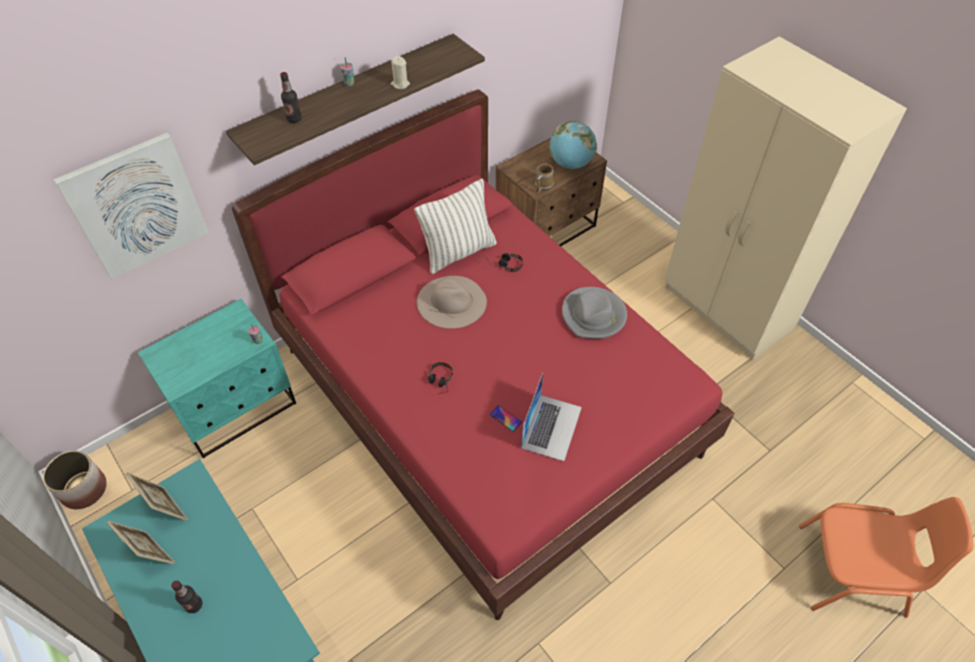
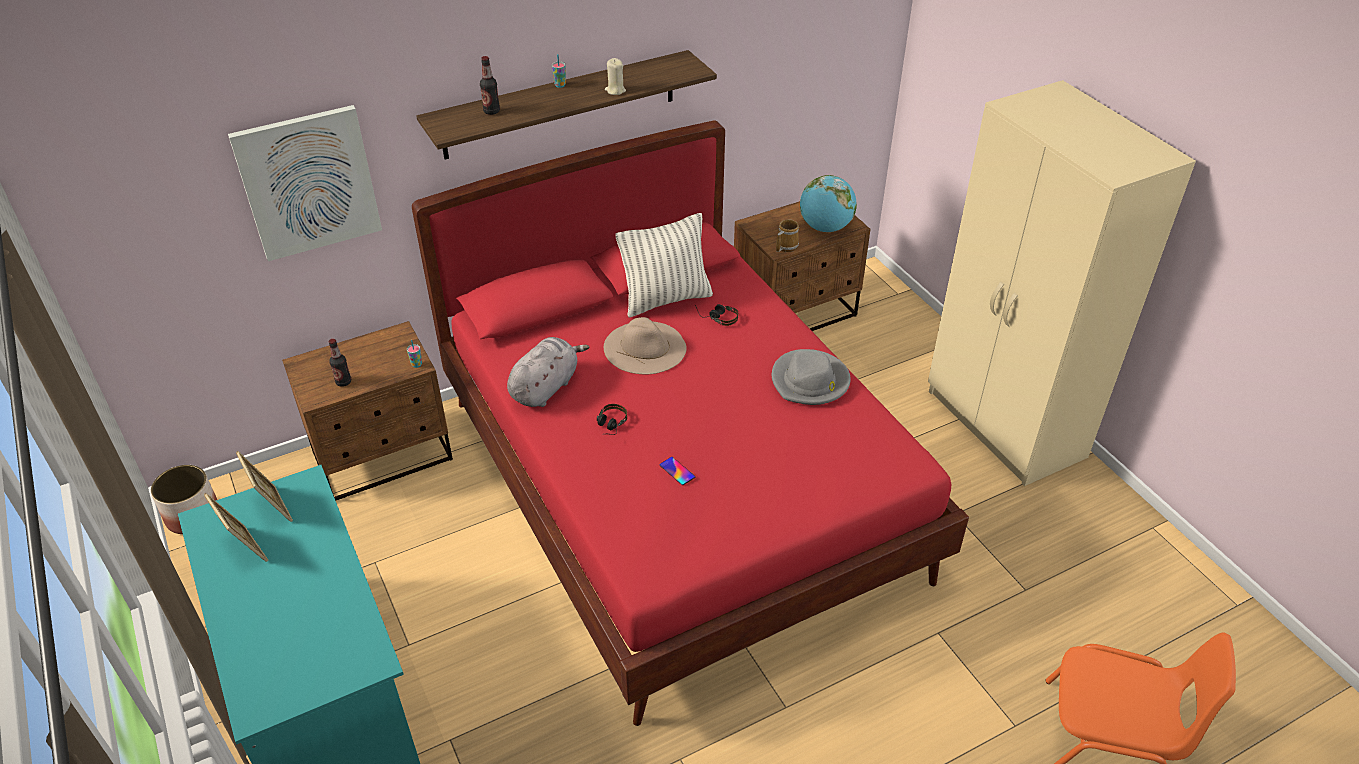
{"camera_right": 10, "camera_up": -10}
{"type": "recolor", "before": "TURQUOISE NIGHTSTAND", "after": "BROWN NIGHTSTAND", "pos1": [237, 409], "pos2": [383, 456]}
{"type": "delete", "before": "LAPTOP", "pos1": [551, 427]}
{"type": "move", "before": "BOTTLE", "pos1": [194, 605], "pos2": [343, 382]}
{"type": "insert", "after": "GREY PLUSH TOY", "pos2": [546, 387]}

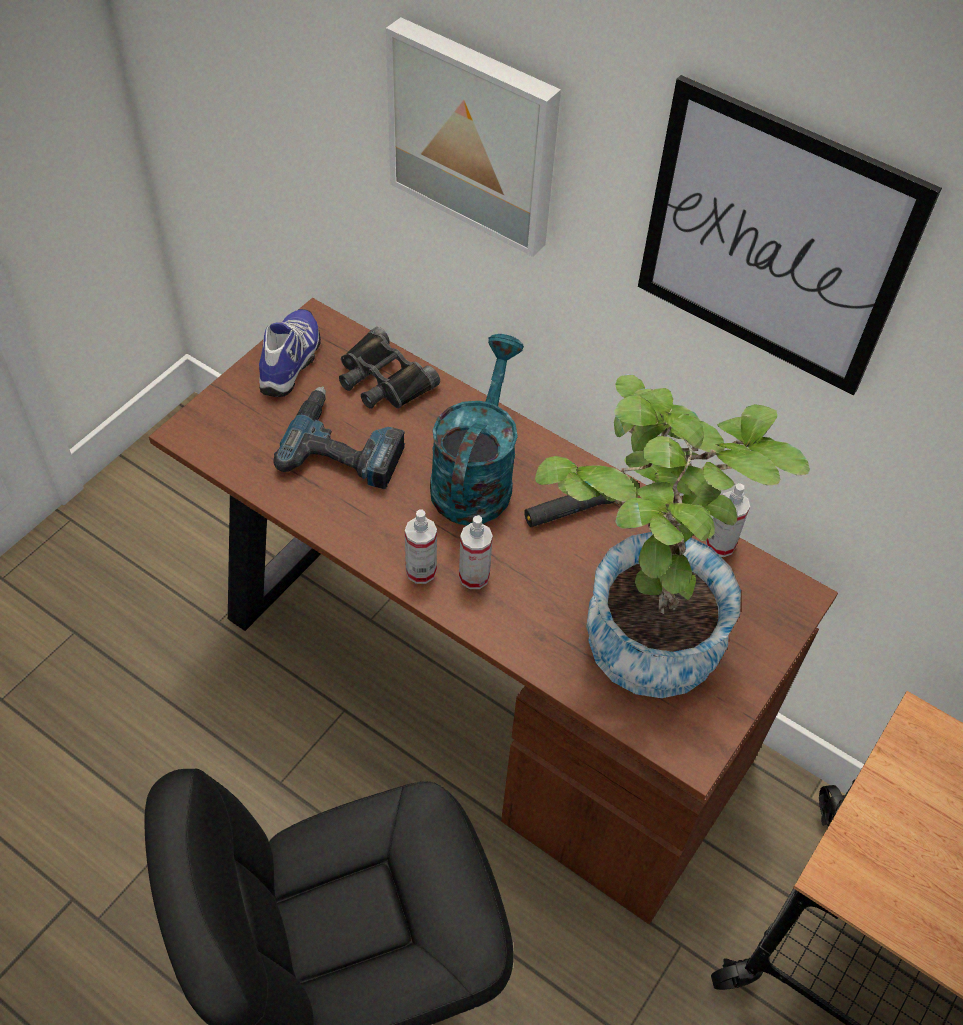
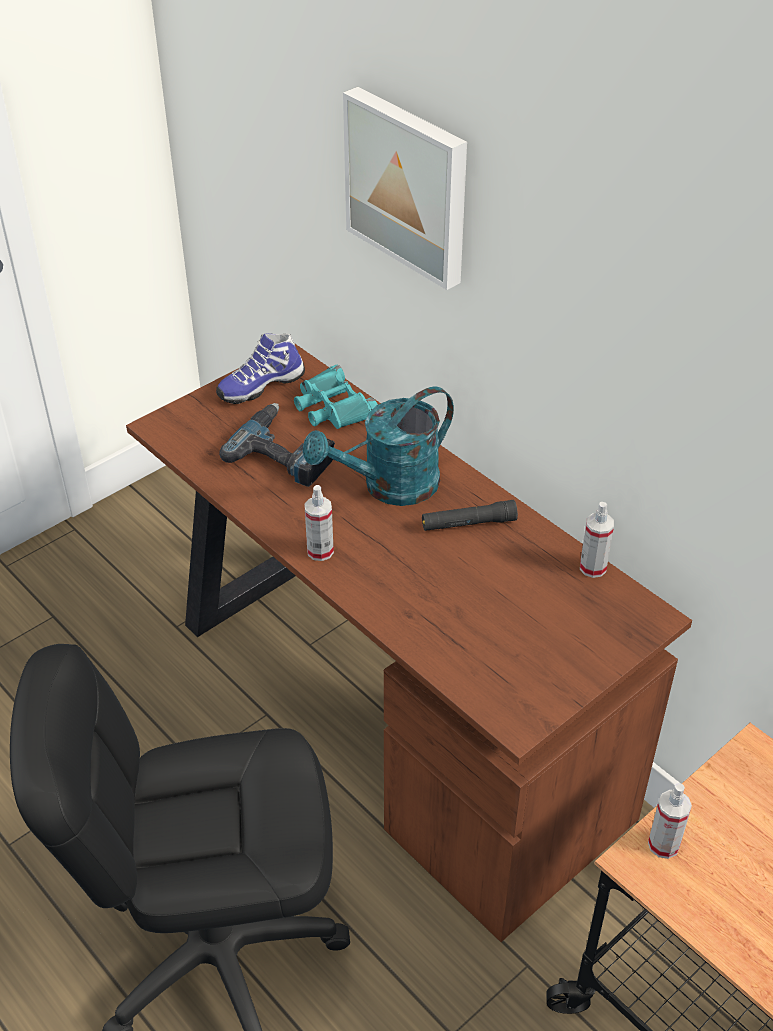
{"camera_right": 15, "camera_up": -10}
{"type": "delete", "before": "PICTURE", "pos1": [773, 240]}
{"type": "rotate", "before": "SHOE", "pos1": [292, 362], "pos2": [260, 385], "turn": -150}
{"type": "recolor", "before": "BLACK BINOCULARS", "after": "TURQUOISE BINOCULARS", "pos1": [383, 379], "pos2": [332, 407]}
{"type": "rotate", "before": "TURQUOISE WATERING CAN", "pos1": [475, 476], "pos2": [389, 487], "turn": -150}
{"type": "delete", "before": "POTTED PLANT", "pos1": [639, 624]}
{"type": "move", "before": "SPRAY BOTTLE", "pos1": [474, 576], "pos2": [663, 845]}

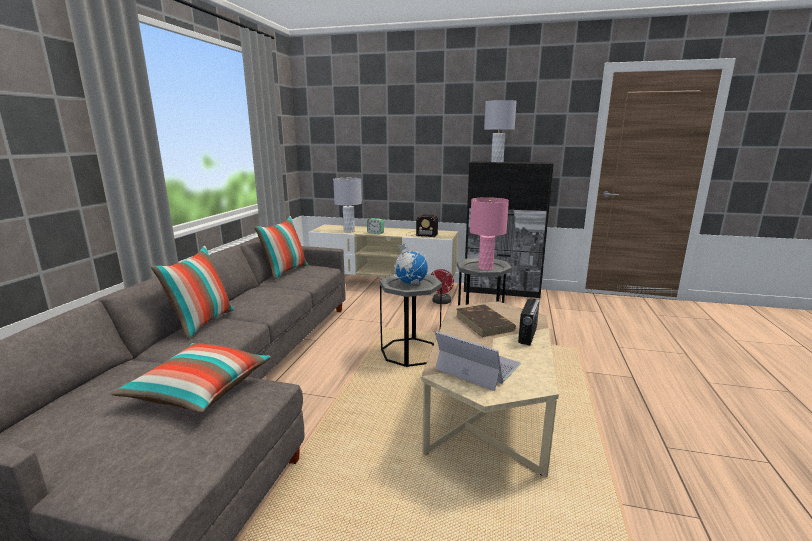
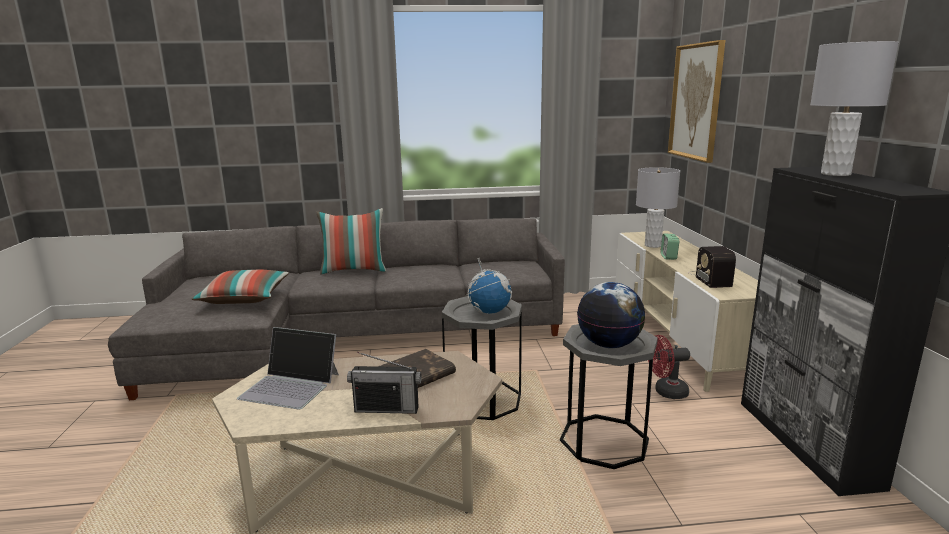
{"camera_right": 70, "camera_up": 0}
{"type": "replace", "before": "PINK TABLE LAMP", "after": "GLOBE", "pos1": [485, 268], "pos2": [609, 345]}
{"type": "delete", "before": "PILLOW", "pos1": [285, 271]}
{"type": "rotate", "before": "LAPTOP", "pos1": [477, 367], "pos2": [291, 386], "turn": 90}
{"type": "insert", "after": "PICTURE", "pos2": [696, 101]}

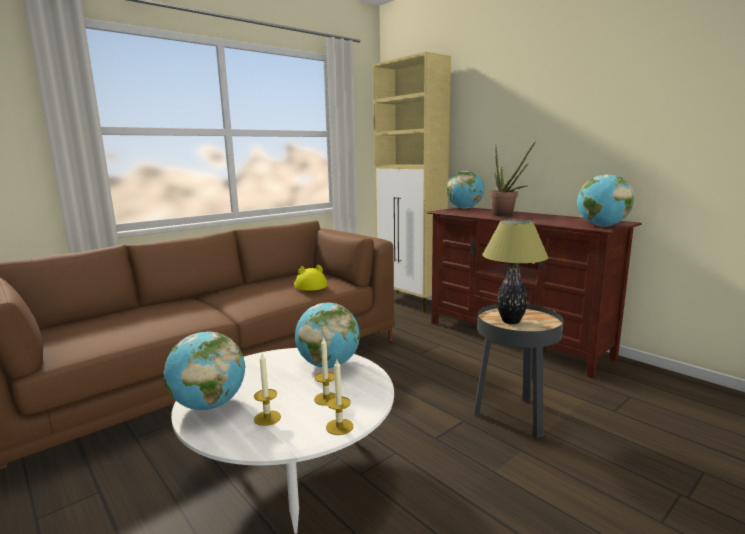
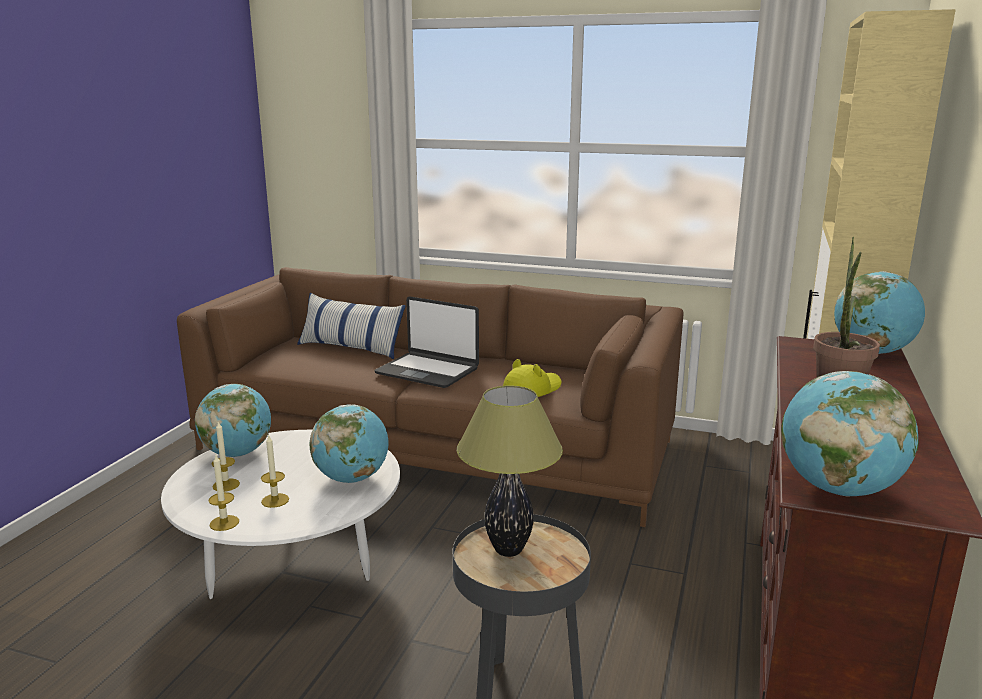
{"camera_right": 60, "camera_up": 5}
{"type": "insert", "after": "PILLOW", "pos2": [351, 348]}
{"type": "insert", "after": "LAPTOP", "pos2": [428, 371]}

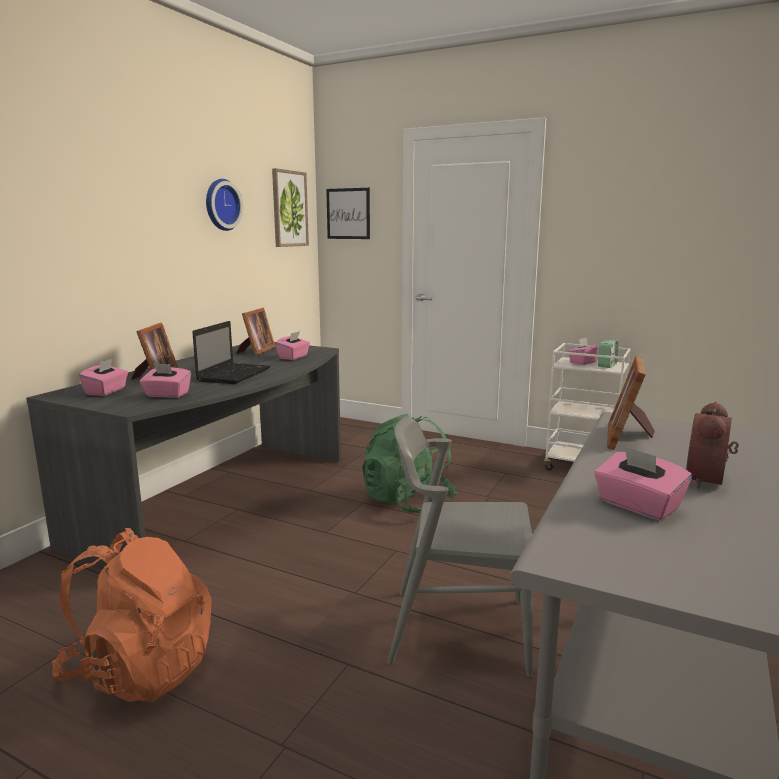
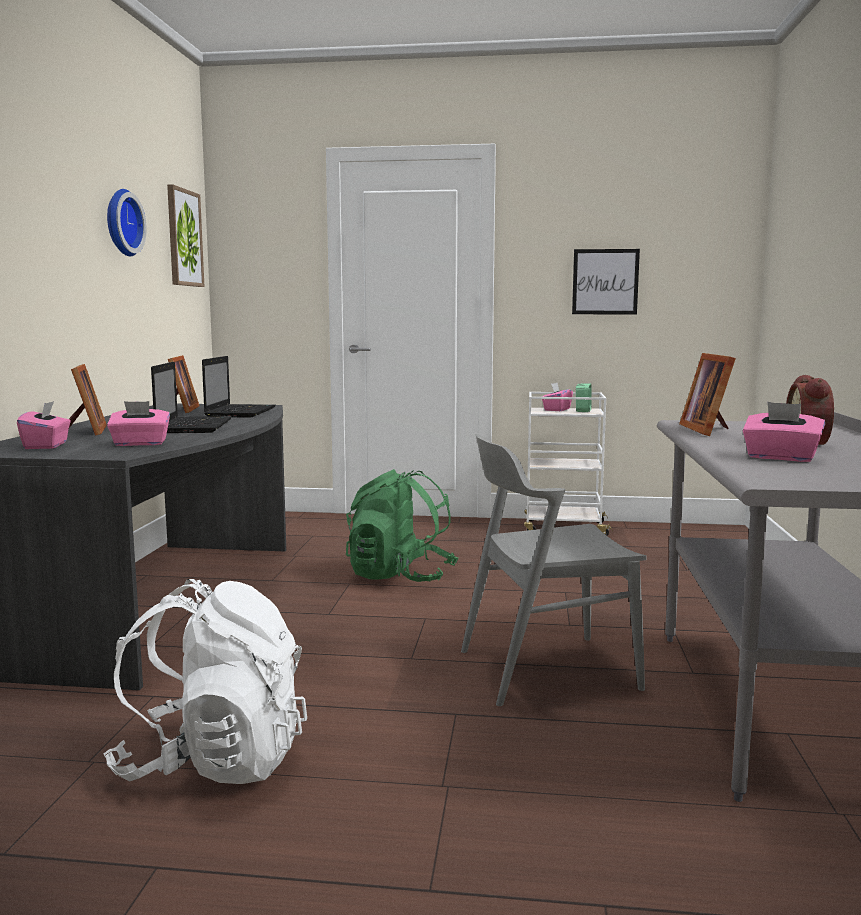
{"camera_right": -20, "camera_up": -5}
{"type": "move", "before": "PICTURE", "pos1": [348, 213], "pos2": [605, 282]}
{"type": "replace", "before": "PINK TISSUE BOX", "after": "LAPTOP", "pos1": [293, 357], "pos2": [240, 412]}
{"type": "recolor", "before": "ORANGE BACKPACK", "after": "WHITE BACKPACK", "pos1": [140, 669], "pos2": [213, 762]}

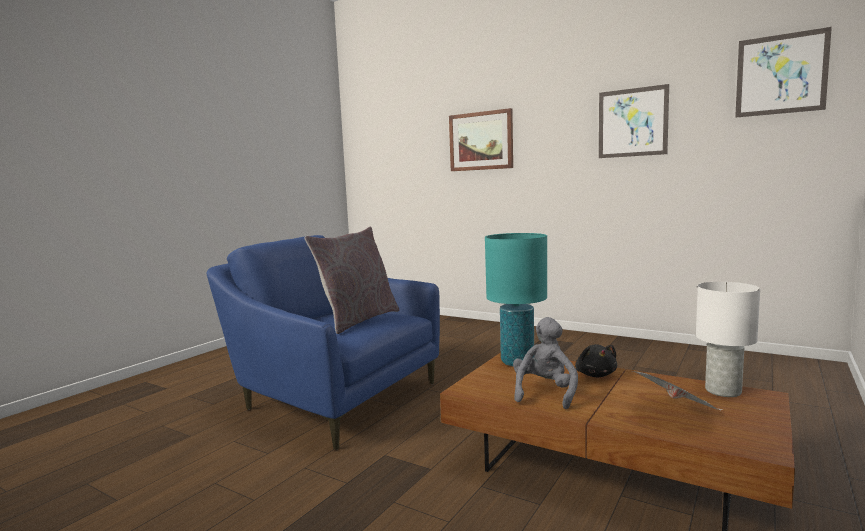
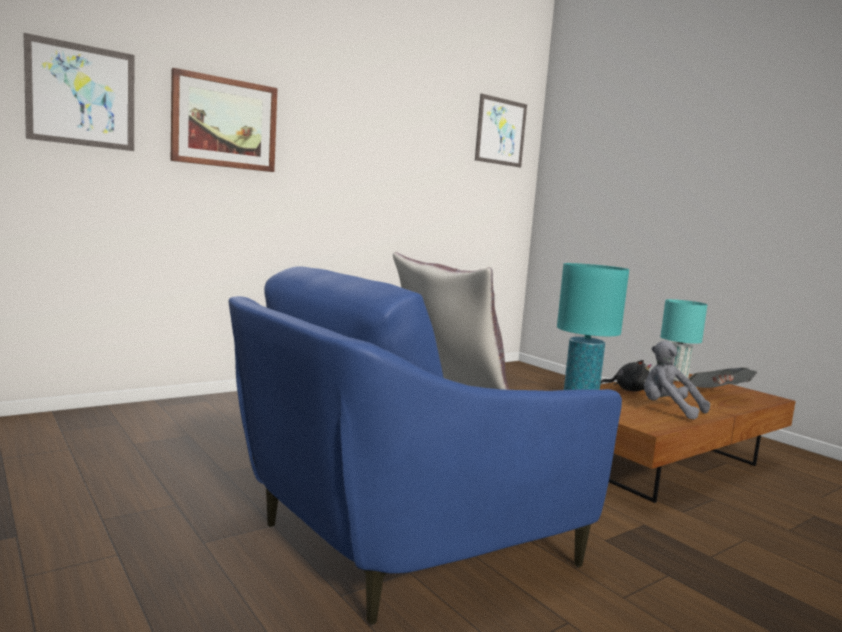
{"camera_right": -70, "camera_up": 0}
{"type": "move", "before": "PICTURE", "pos1": [632, 122], "pos2": [81, 95]}
{"type": "recolor", "before": "WHITE TABLE LAMP", "after": "TURQUOISE TABLE LAMP", "pos1": [722, 390], "pos2": [674, 378]}

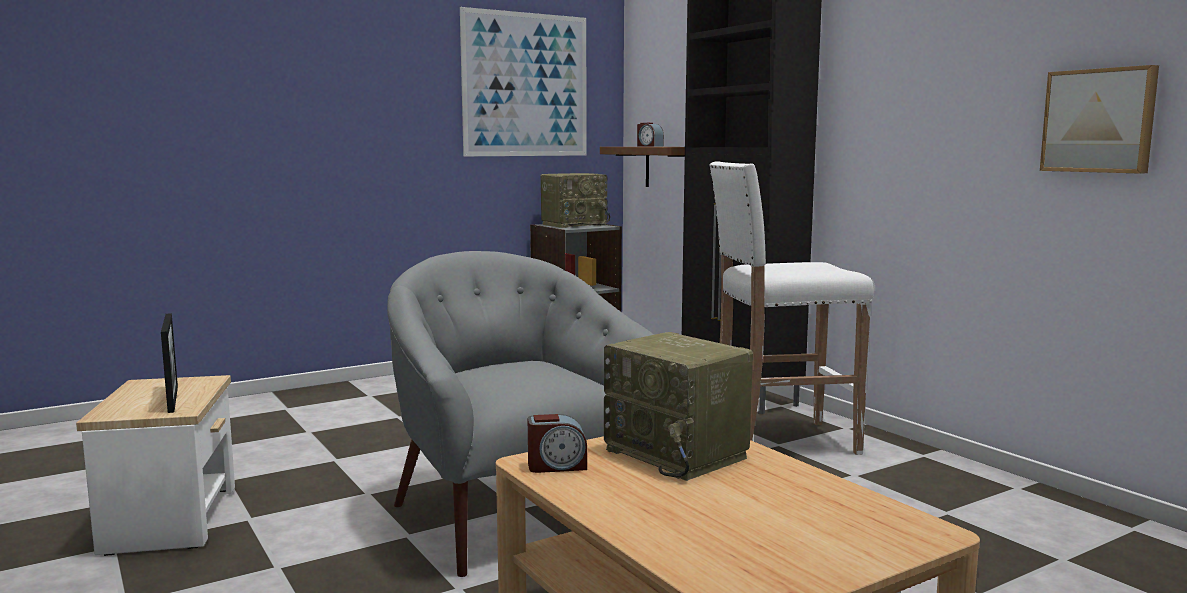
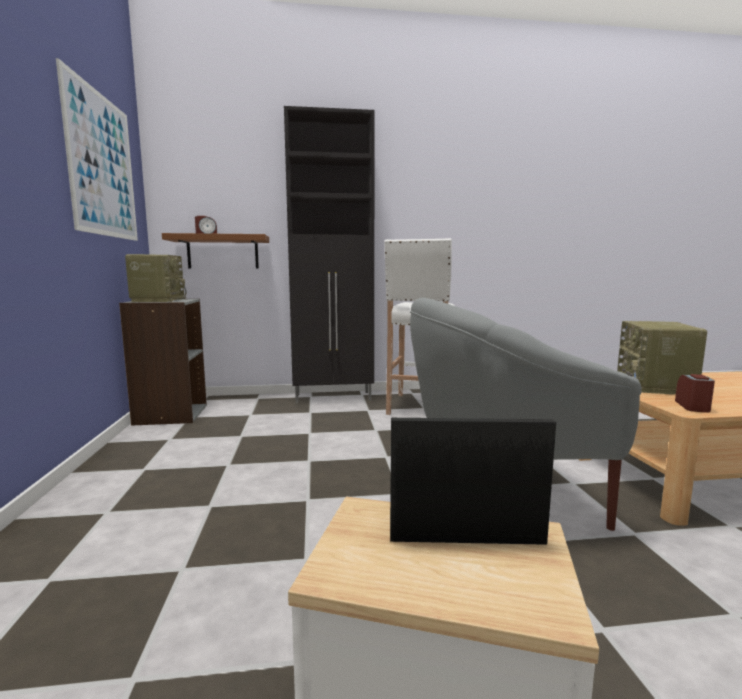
{"camera_right": -65, "camera_up": 0}
{"type": "delete", "before": "PICTURE", "pos1": [1099, 121]}
{"type": "rotate", "before": "RADIO", "pos1": [678, 454], "pos2": [655, 386], "turn": 120}

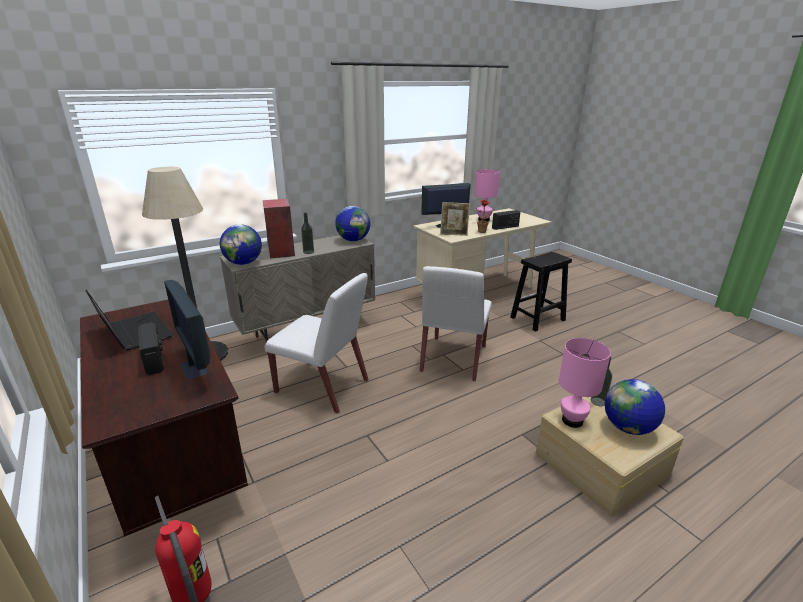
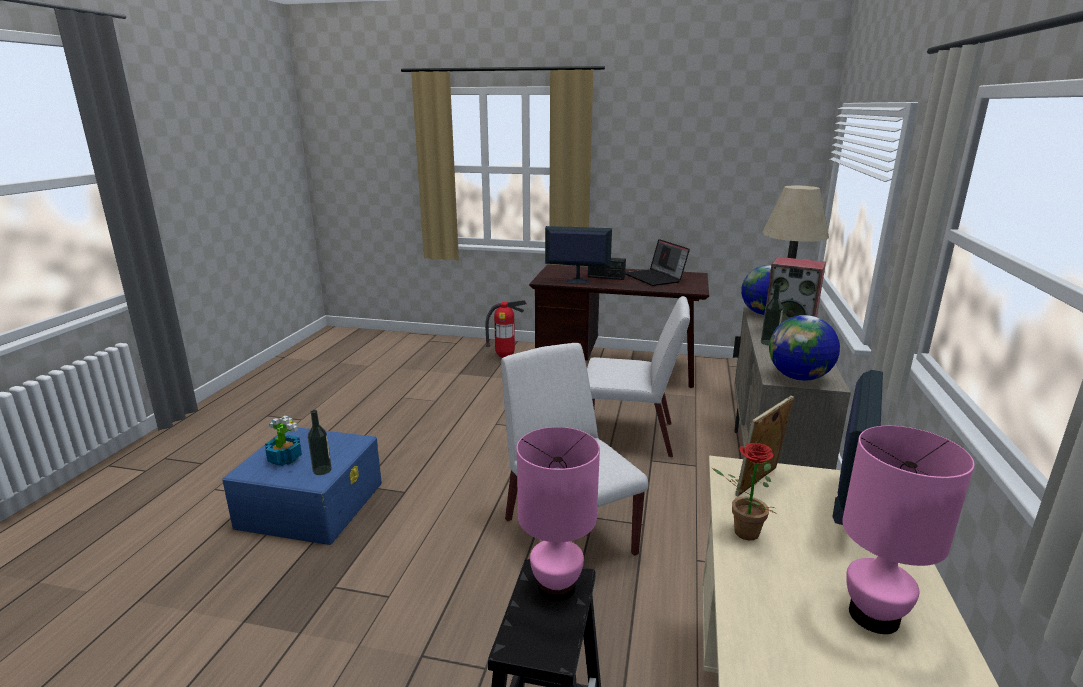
{"camera_right": 135, "camera_up": -5}
{"type": "delete", "before": "RADIO", "pos1": [505, 227]}
{"type": "rotate", "before": "WHITE CHAIR", "pos1": [323, 386], "pos2": [630, 436], "turn": -150}
{"type": "rotate", "before": "LAPTOP", "pos1": [133, 333], "pos2": [655, 278], "turn": 60}
{"type": "move", "before": "PINK TABLE LAMP", "pos1": [572, 420], "pos2": [555, 587]}
{"type": "replace", "before": "GLOBE", "after": "POTTED PLANT", "pos1": [628, 428], "pos2": [285, 458]}
{"type": "recolor", "before": "BEIGE STORAGE BOX", "after": "BLUE STORAGE BOX", "pos1": [600, 464], "pos2": [312, 504]}

